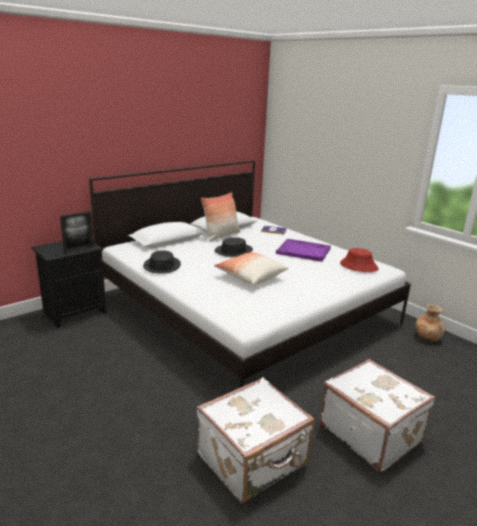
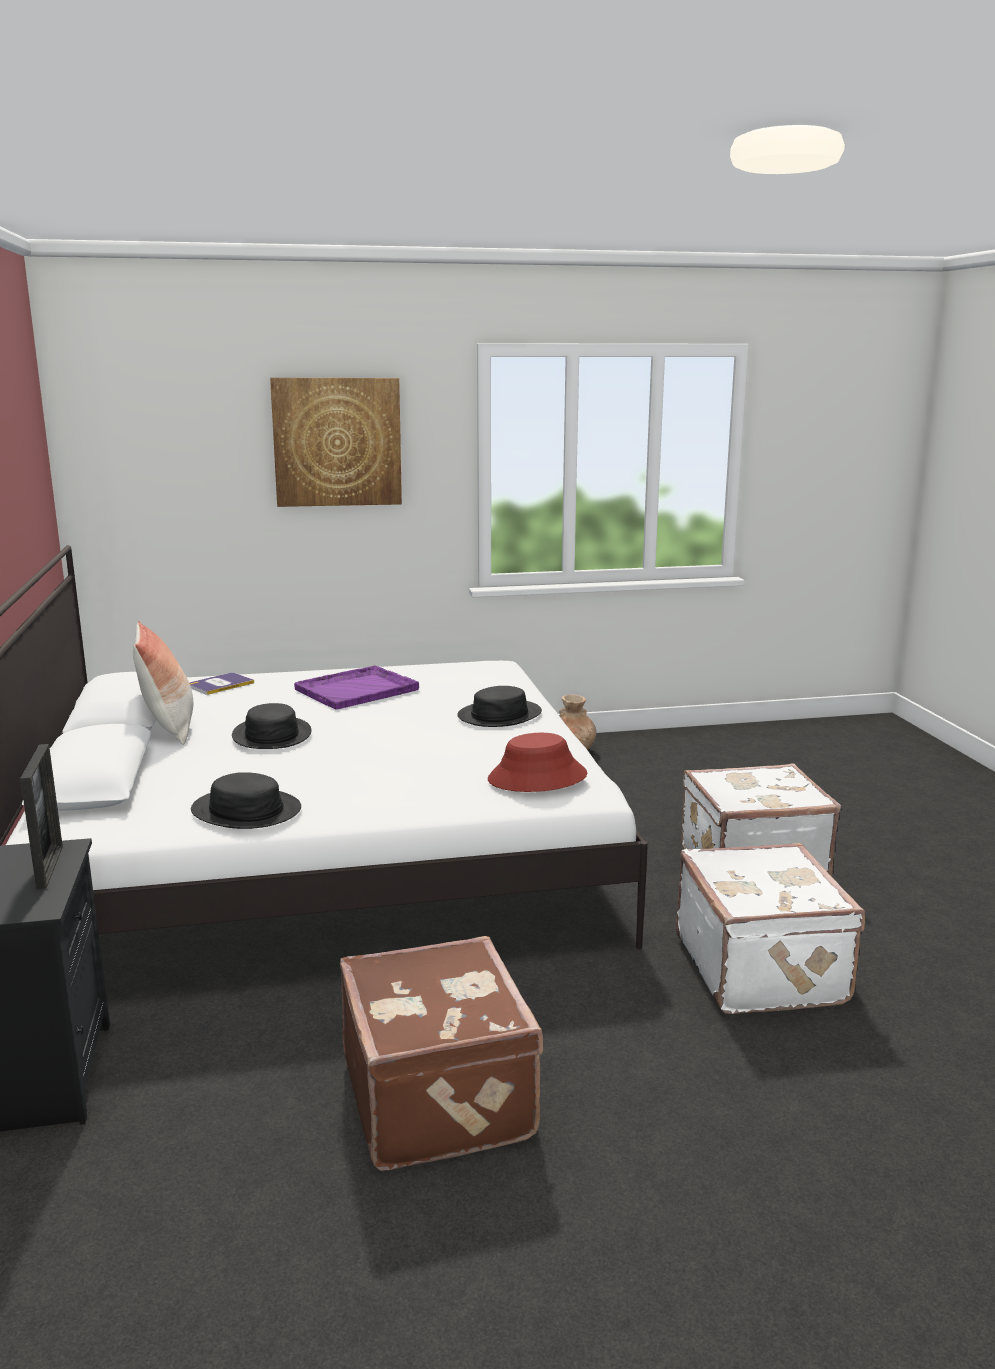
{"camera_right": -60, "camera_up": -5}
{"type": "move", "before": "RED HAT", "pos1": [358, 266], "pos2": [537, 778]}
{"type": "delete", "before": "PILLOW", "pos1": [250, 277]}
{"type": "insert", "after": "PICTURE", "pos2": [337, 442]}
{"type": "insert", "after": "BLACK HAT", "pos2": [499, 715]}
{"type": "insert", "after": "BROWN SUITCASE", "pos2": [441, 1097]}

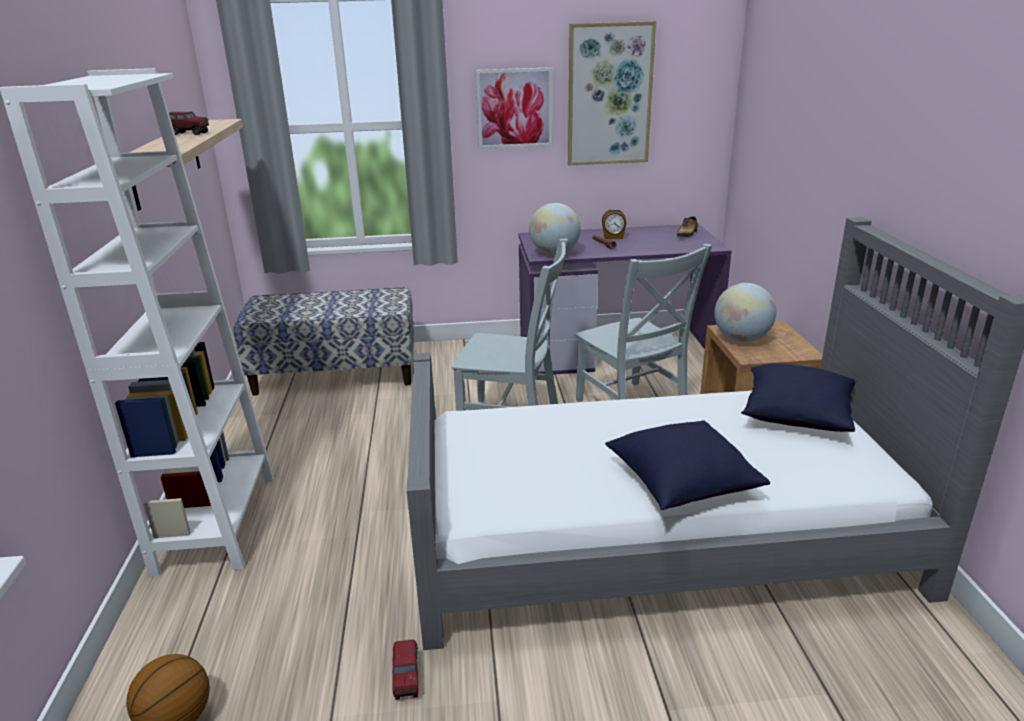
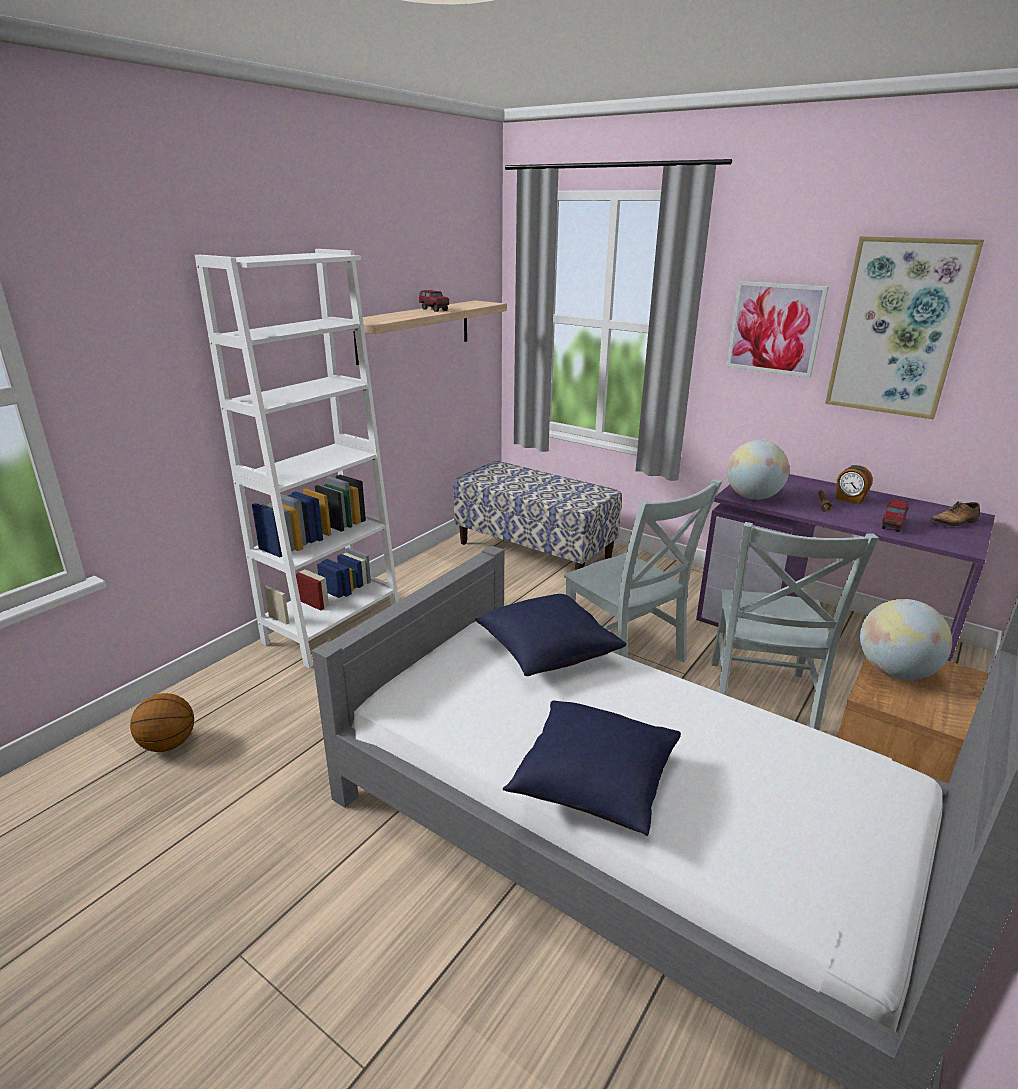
{"camera_right": 40, "camera_up": 0}
{"type": "move", "before": "BLUE PILLOW", "pos1": [796, 416], "pos2": [547, 651]}
{"type": "move", "before": "TOY TRUCK", "pos1": [407, 680], "pos2": [892, 525]}

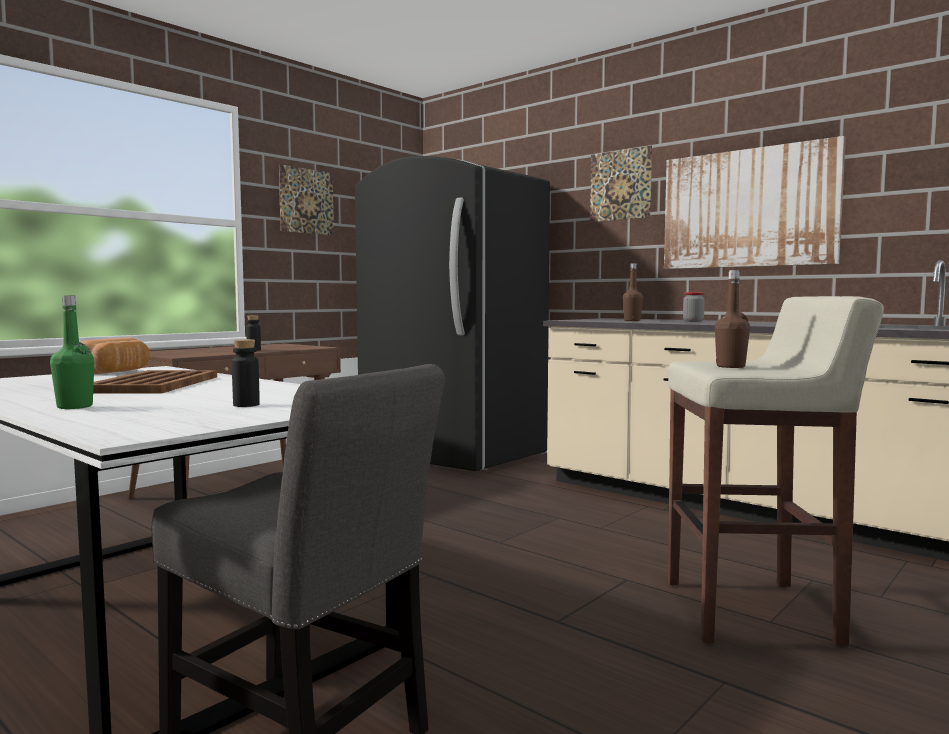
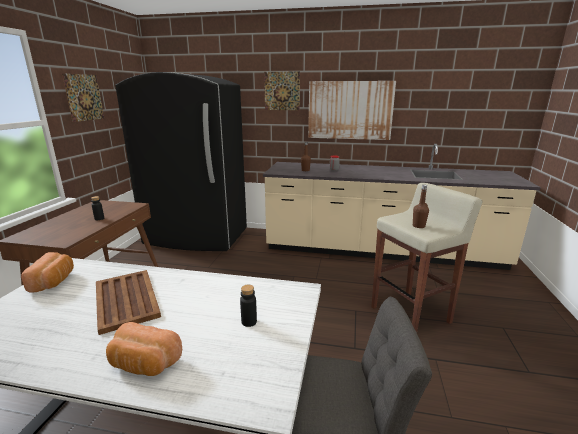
{"camera_right": -30, "camera_up": 15}
{"type": "replace", "before": "GREEN BOTTLE", "after": "BREAD", "pos1": [75, 407], "pos2": [144, 364]}

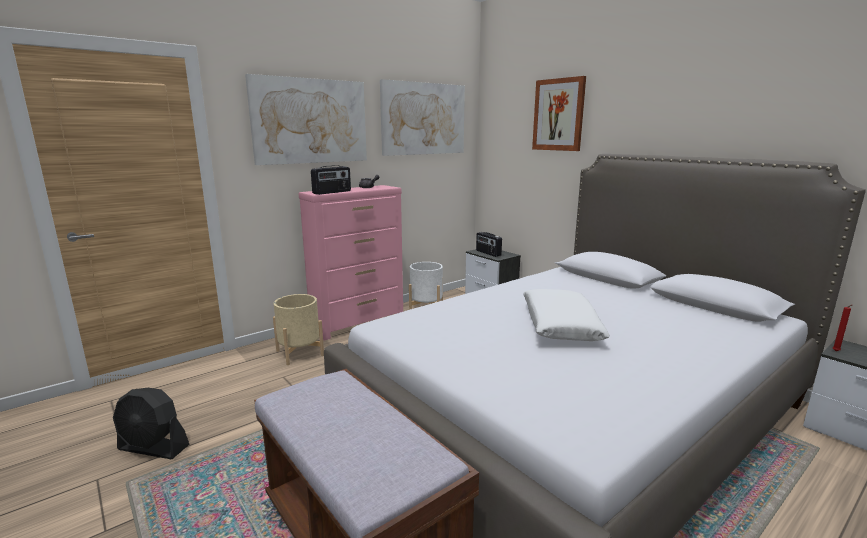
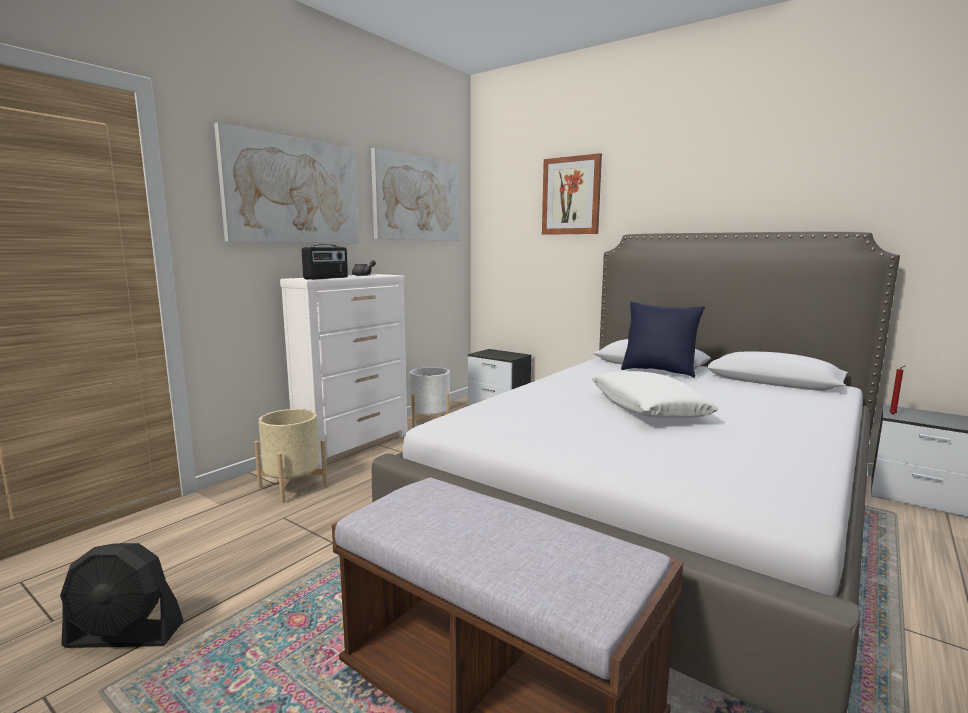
{"camera_right": -15, "camera_up": -5}
{"type": "recolor", "before": "PINK DRESSER", "after": "WHITE DRESSER", "pos1": [359, 323], "pos2": [355, 446]}
{"type": "delete", "before": "RADIO", "pos1": [488, 253]}
{"type": "insert", "after": "BLUE PILLOW", "pos2": [658, 371]}

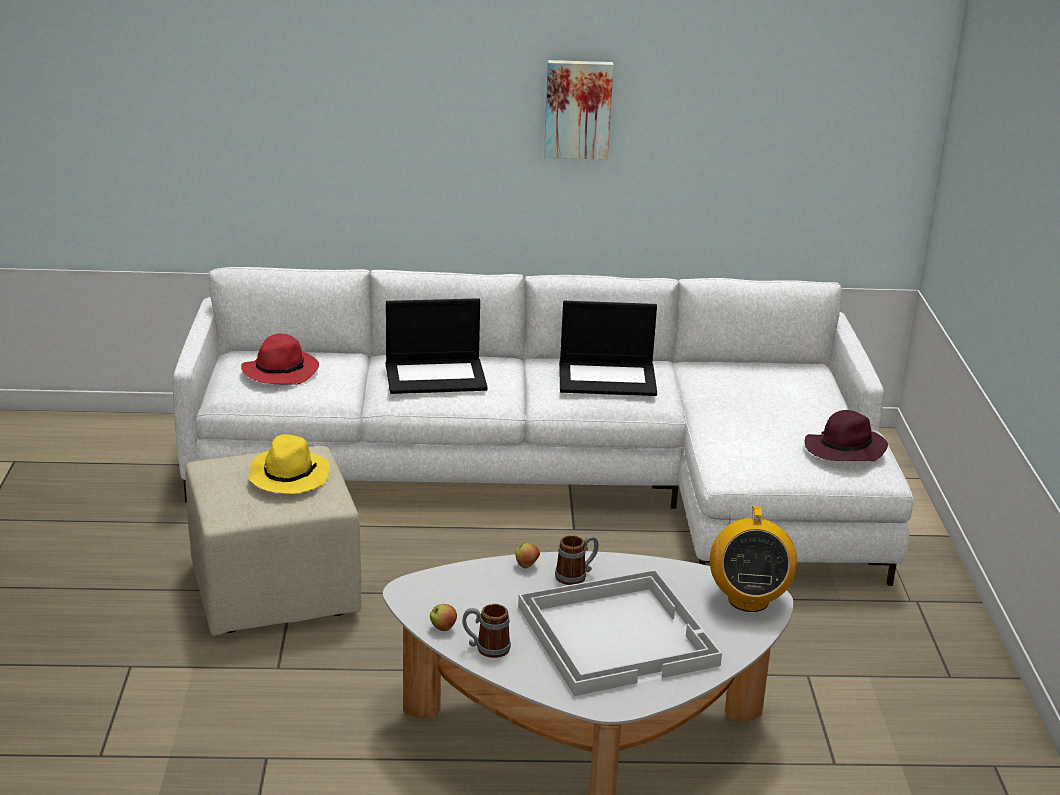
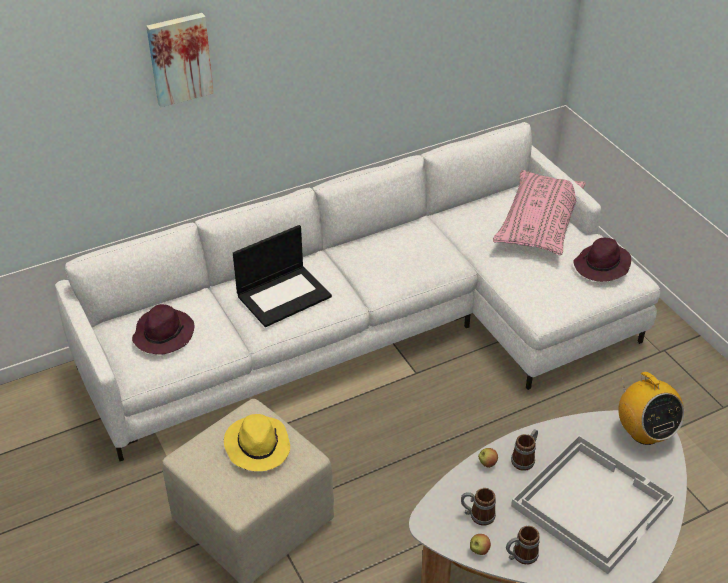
{"camera_right": -25, "camera_up": 15}
{"type": "move", "before": "PICTURE", "pos1": [577, 109], "pos2": [179, 58]}
{"type": "delete", "before": "LAPTOP", "pos1": [608, 378]}
{"type": "recolor", "before": "RED HAT", "after": "PURPLE HAT", "pos1": [281, 371], "pos2": [163, 333]}
{"type": "insert", "after": "PINK PILLOW", "pos2": [538, 224]}
{"type": "insert", "after": "MUG", "pos2": [477, 515]}

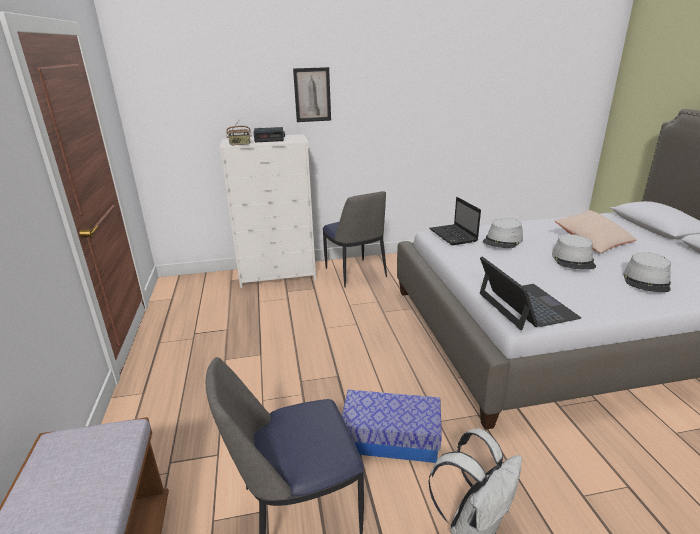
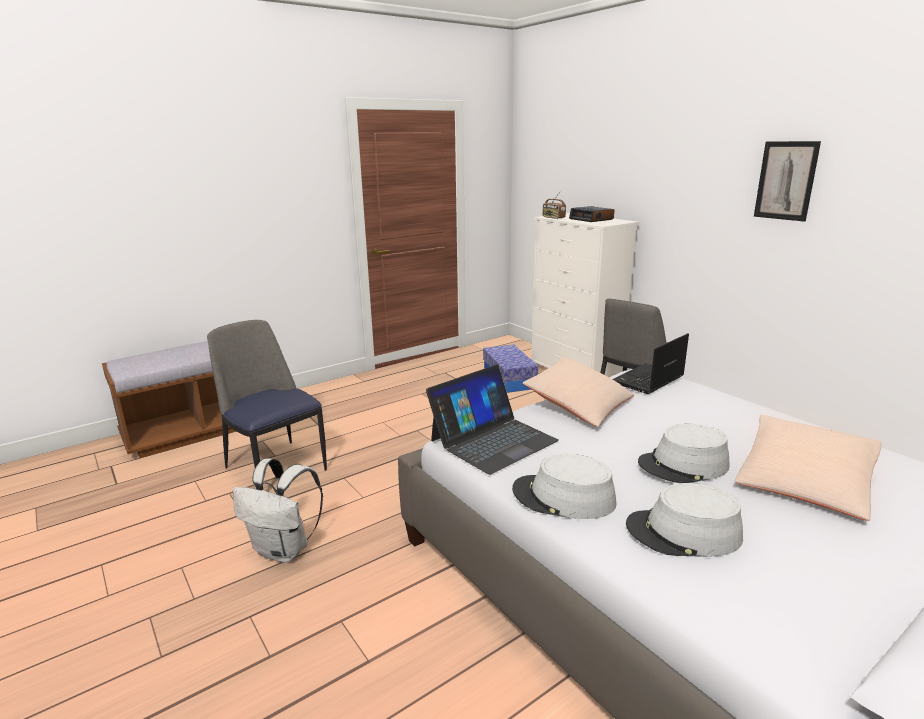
{"camera_right": 65, "camera_up": -5}
{"type": "move", "before": "PICTURE", "pos1": [312, 95], "pos2": [786, 180]}
{"type": "move", "before": "GREY HAT", "pos1": [503, 240], "pos2": [563, 497]}
{"type": "move", "before": "STORAGE BOX", "pos1": [390, 438], "pos2": [509, 379]}
{"type": "insert", "after": "BEIGE PILLOW", "pos2": [578, 405]}

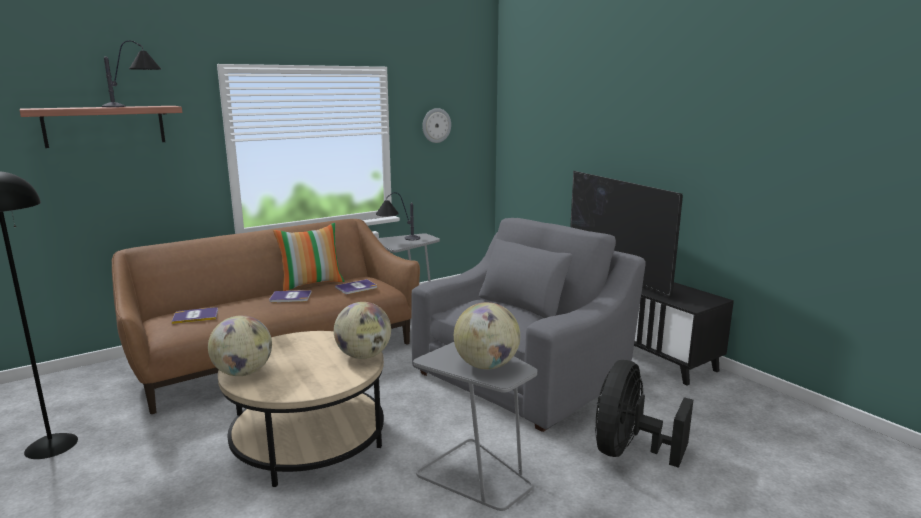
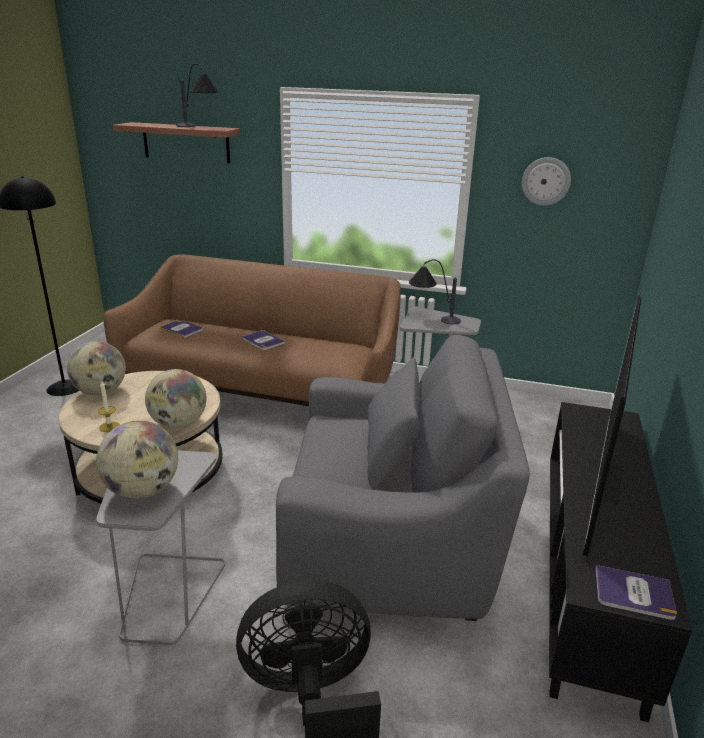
{"camera_right": 50, "camera_up": 10}
{"type": "delete", "before": "PILLOW", "pos1": [311, 284]}
{"type": "move", "before": "BOOK", "pos1": [356, 287], "pos2": [634, 593]}
{"type": "insert", "after": "CANDLE", "pos2": [109, 427]}

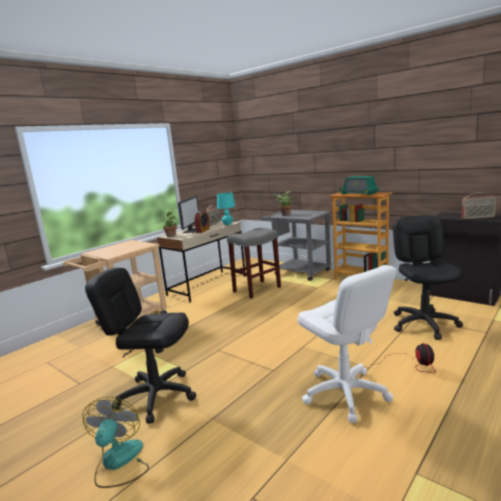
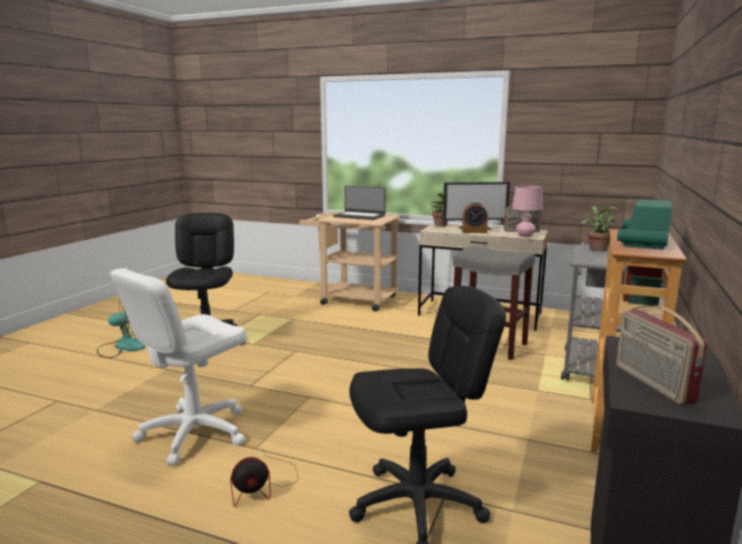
{"camera_right": 70, "camera_up": 0}
{"type": "recolor", "before": "TURQUOISE TABLE LAMP", "after": "PINK TABLE LAMP", "pos1": [227, 224], "pos2": [525, 236]}
{"type": "insert", "after": "LAPTOP", "pos2": [359, 216]}

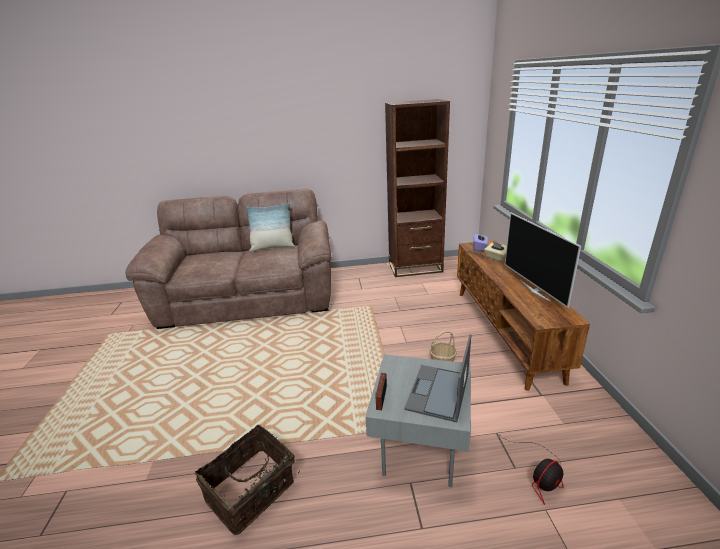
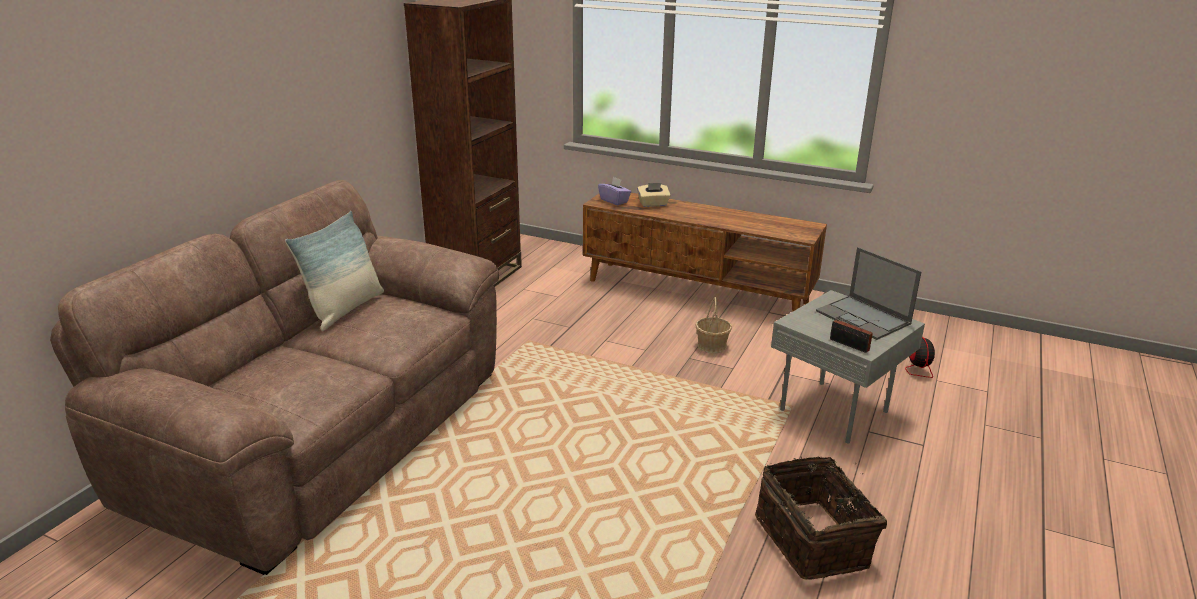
{"camera_right": -60, "camera_up": 0}
{"type": "delete", "before": "TELEVISION", "pos1": [535, 290]}

